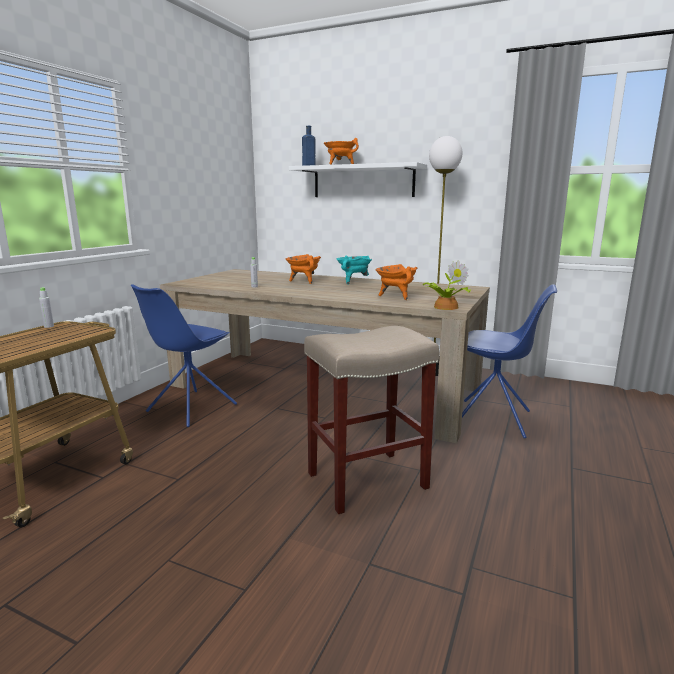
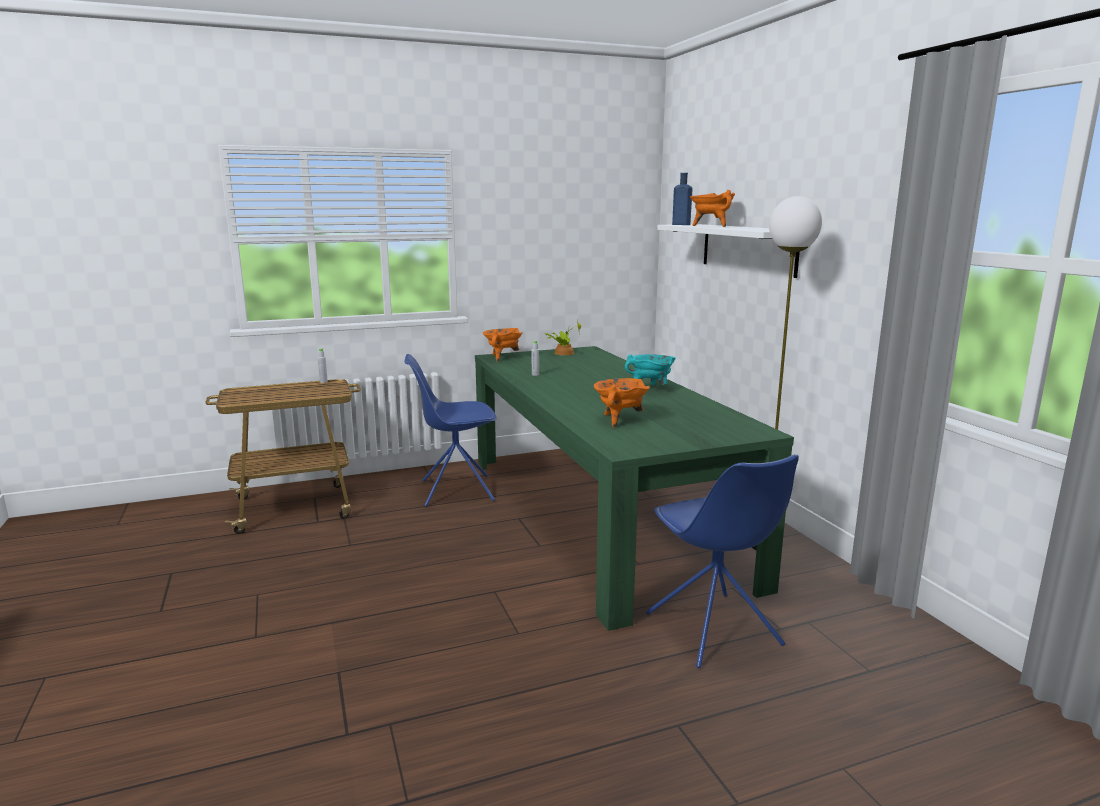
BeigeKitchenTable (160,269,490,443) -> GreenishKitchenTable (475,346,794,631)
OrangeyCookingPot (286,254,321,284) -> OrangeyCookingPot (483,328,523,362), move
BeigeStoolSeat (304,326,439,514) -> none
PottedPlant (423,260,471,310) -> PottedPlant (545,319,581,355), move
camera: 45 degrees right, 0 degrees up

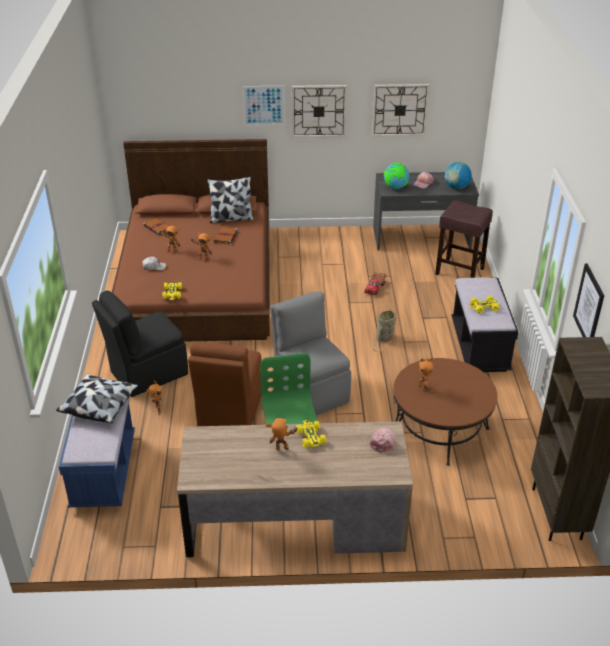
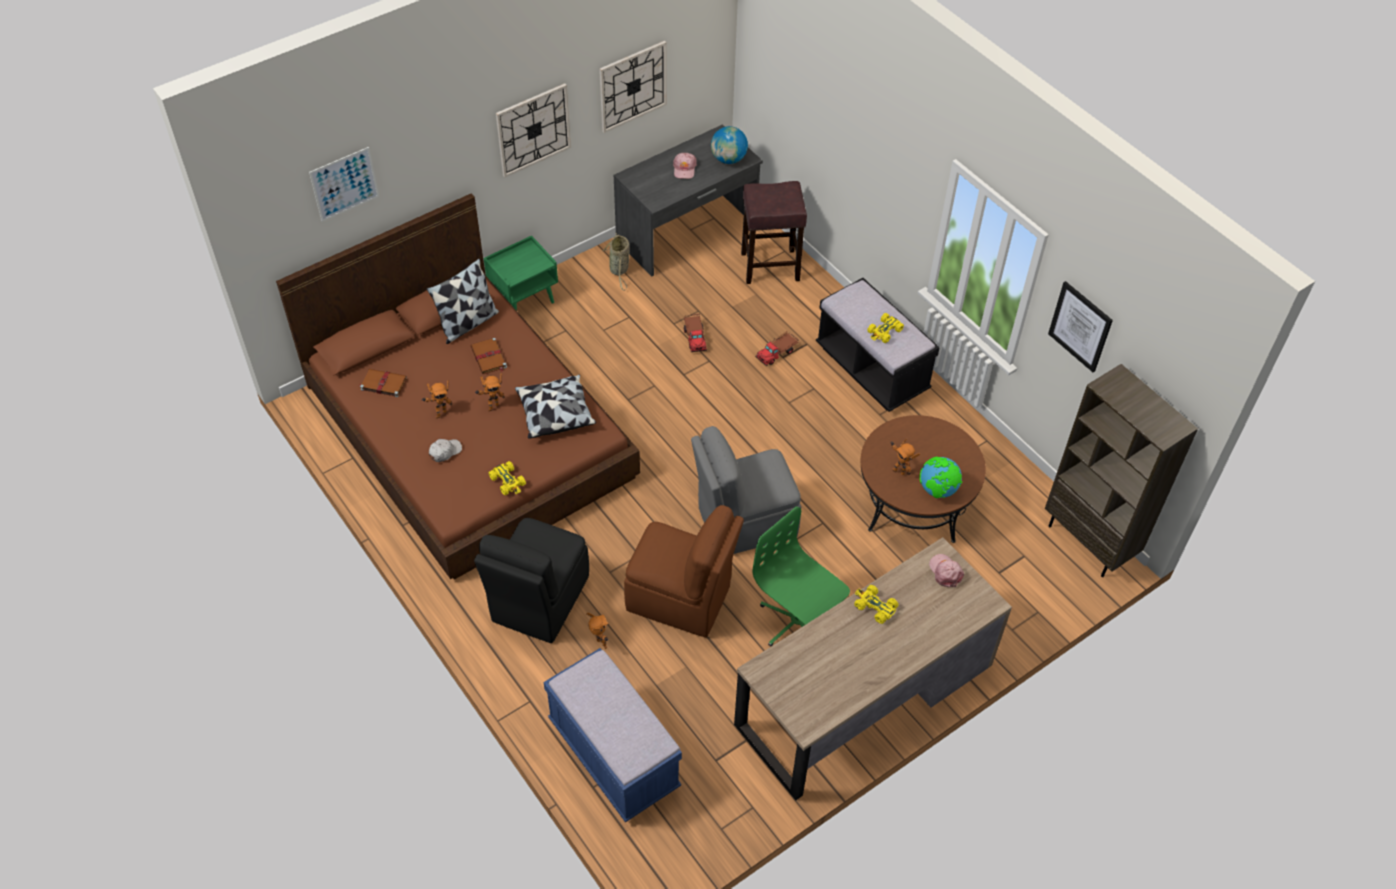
ThrowPillow (56,373,138,423) -> ThrowPillow (515,374,596,439), move
BrownColouredPlainChair (188,342,262,426) -> BrownColouredPlainChair (624,505,744,638), 45 degrees counterclockwise
WallPicture (242,86,285,125) -> WallPicture (309,147,379,221), move
ModelRobot (266,418,298,451) -> none
GreyPlainChair (270,291,351,415) -> GreyPlainChair (691,426,801,554), 45 degrees counterclockwise
Basket (373,308,396,352) -> Basket (603,233,630,290), move
Globe (384,163,409,189) -> Globe (920,457,962,498), move
none -> GreenishBedsideTable (484,235,558,311)
none -> ModelTruck (755,331,799,366)
camera: 35 degrees left, 15 degrees up

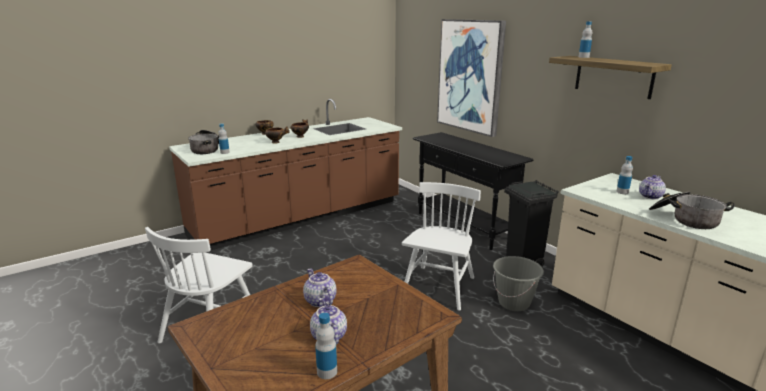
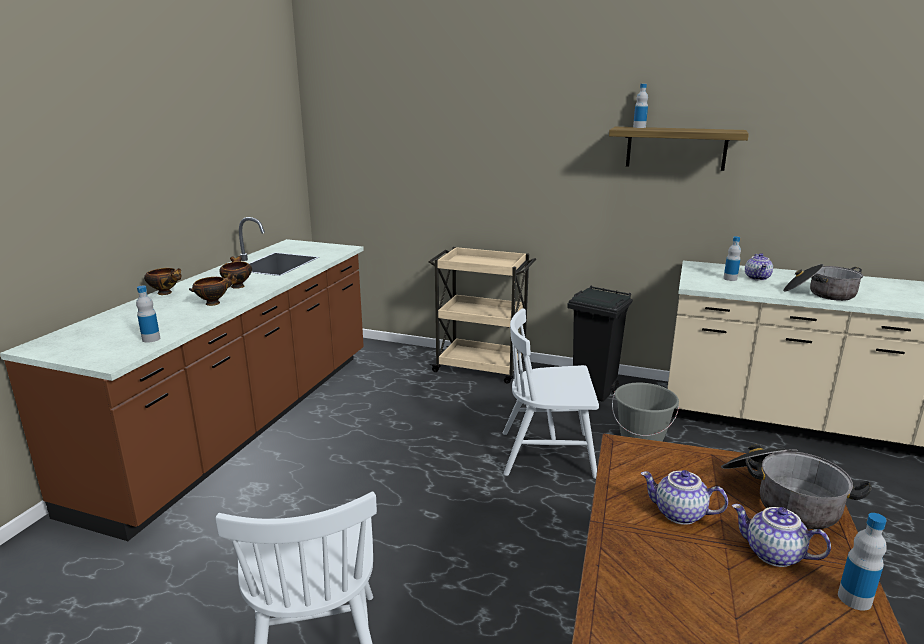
CookingPot (188,130,219,154) -> CookingPot (721,444,872,529), move
WhitishPlainChair (402,182,481,310) -> WhitishPlainChair (503,309,599,479), 75 degrees counterclockwise
BlackConsoleTable (413,132,534,250) -> BeigeCart (429,247,536,384)
WallPicture (437,19,506,137) -> none
camera: 35 degrees left, 0 degrees up

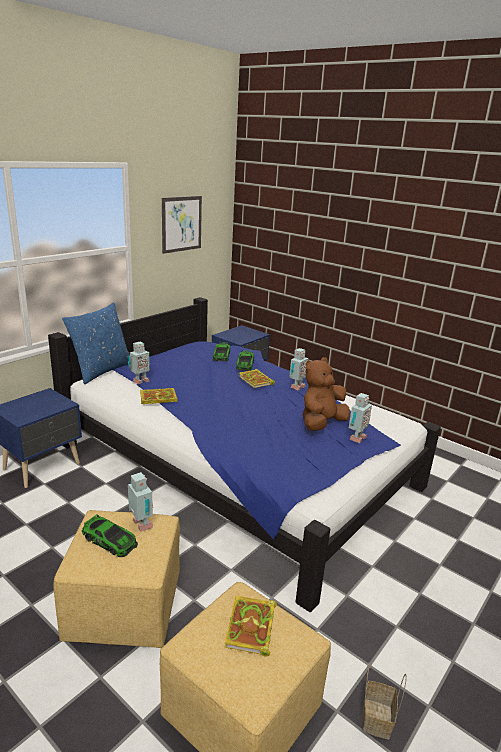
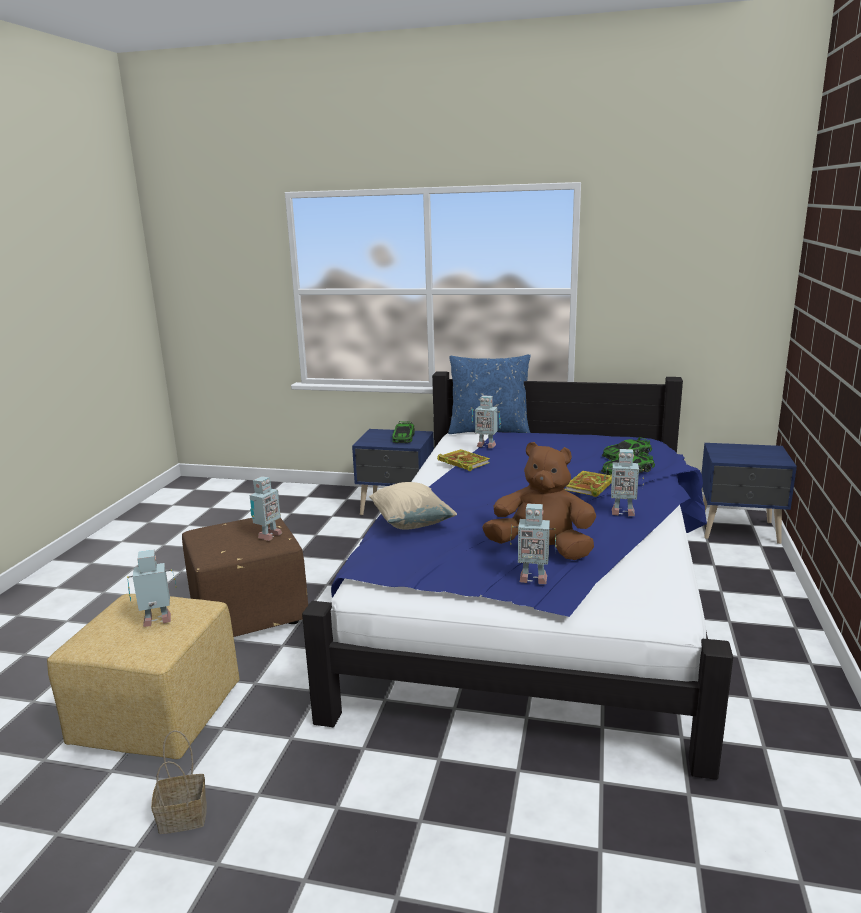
YellowOttoman (53,510,180,648) -> BrownColouredOttoman (182,518,308,637)
ModelCar (82,514,138,557) -> ModelCar (392,421,415,443), move
WallPicture (162,196,202,254) -> none
BoundBook (224,596,277,656) -> ModelRobot (127,550,177,627)
none -> BeigeThrowPillow (369,482,457,530)
camera: 65 degrees right, 5 degrees down

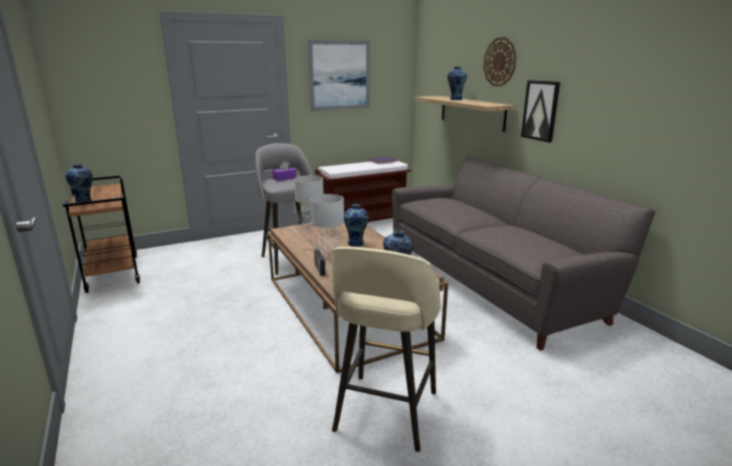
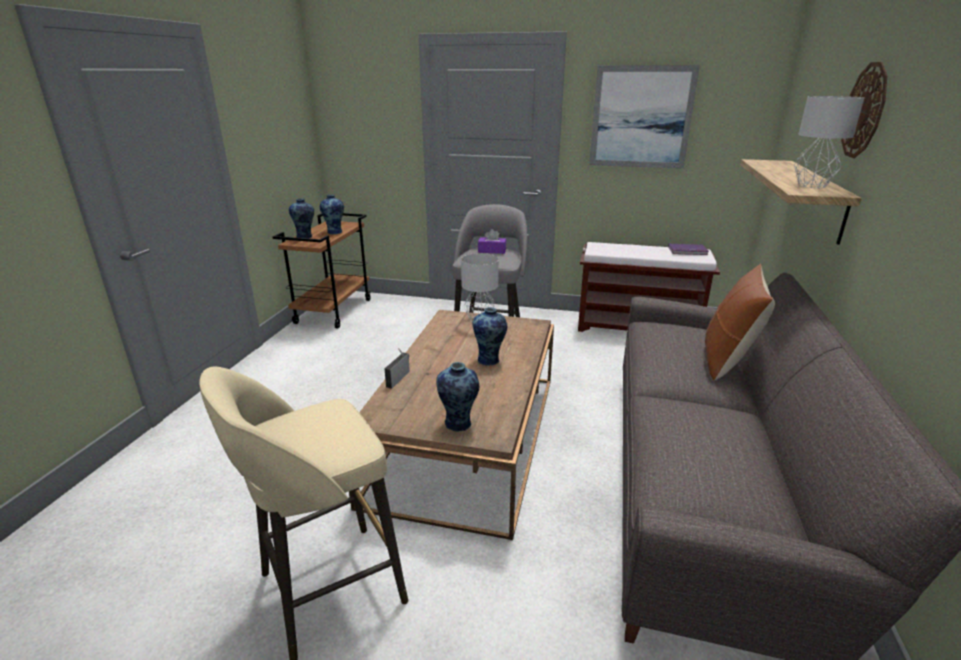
GreyLampForATable (310,194,344,257) -> GreyLampForATable (794,96,864,188), move
Vase (447,67,467,100) -> Vase (320,195,344,234), move
WallPicture (521,80,560,142) -> none
none -> BrownColouredThrowPillow (705,264,775,381)
camera: 40 degrees right, 5 degrees up

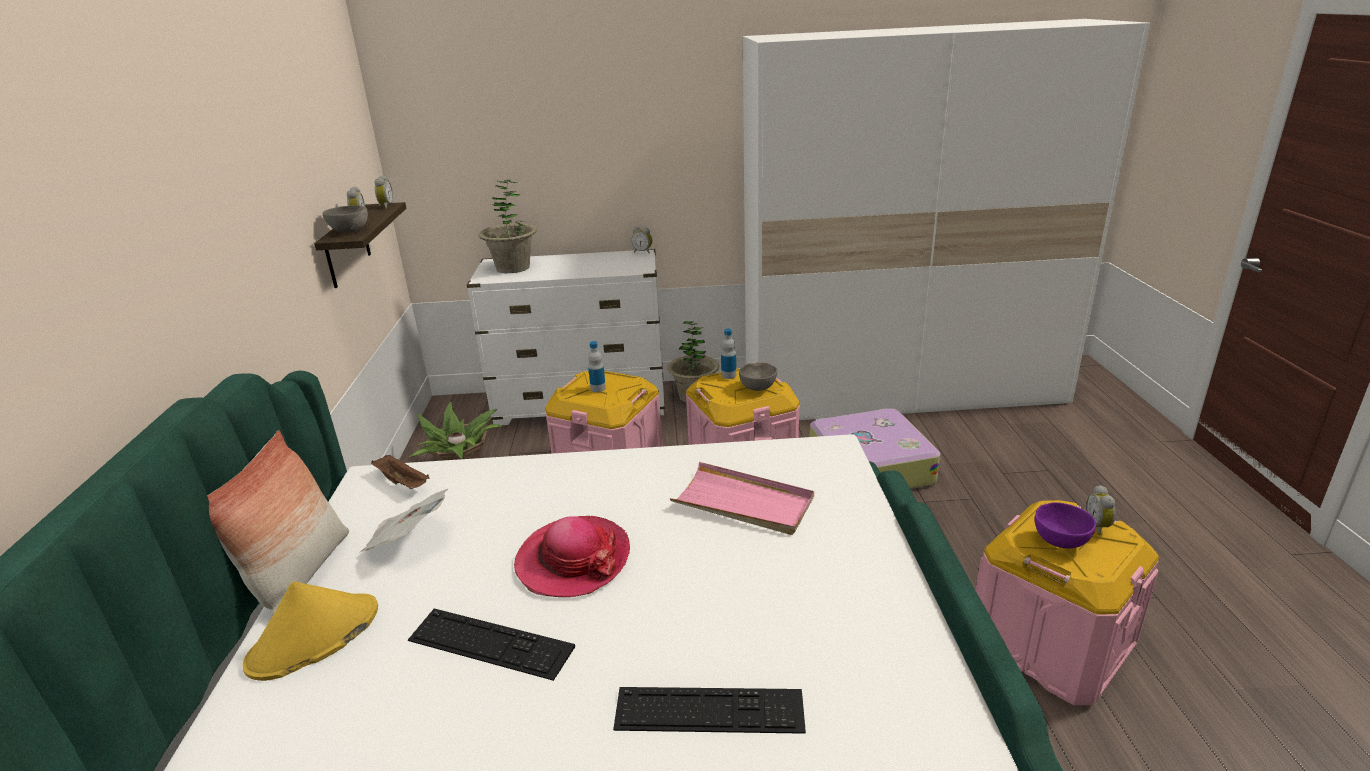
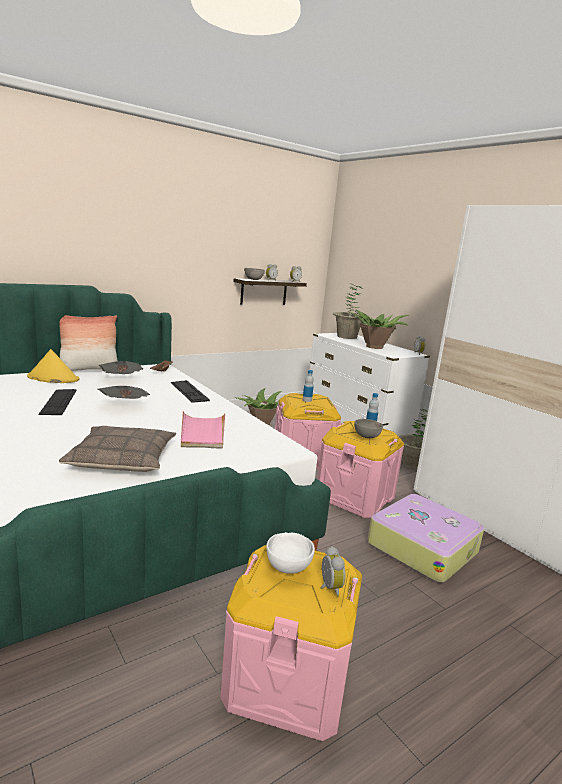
WearableHat (514,516,630,597) -> Newspaper (98,386,150,399)
Keyboard (613,687,806,734) -> Keyboard (171,380,210,403), move
PurpleBowl (1034,502,1096,549) -> WhitishBowl (266,532,315,574)
TableClock (1086,485,1116,535) -> TableClock (320,546,345,597), 105 degrees clockwise
none -> ThrowPillow (59,426,176,472)
none -> PottedPlant (348,309,409,349)
camera: 55 degrees right, 10 degrees down

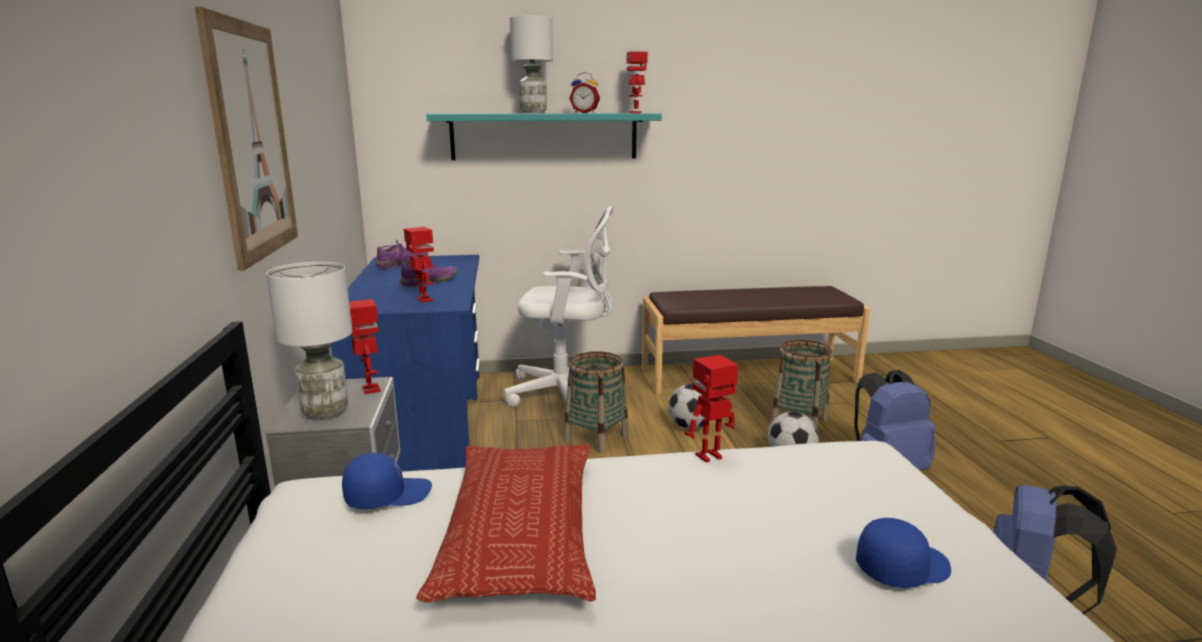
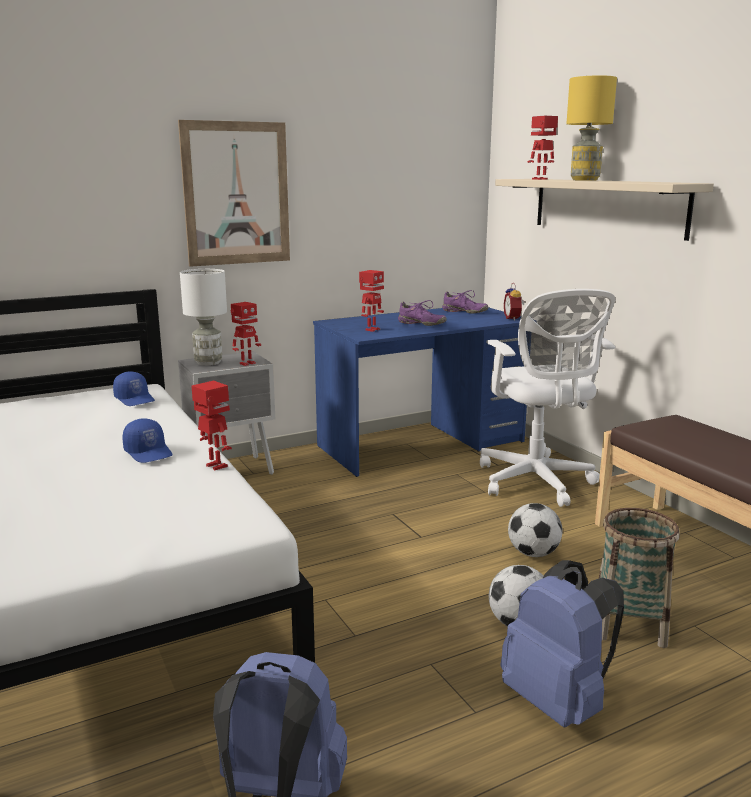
ThrowPillow (416,443,596,602) -> none
TurquoiseShelf (426,113,662,160) -> BeigeShelf (495,179,714,241)
WhitishLampForATable (510,16,553,113) -> YellowLampForATable (566,75,617,181)
Basket (564,351,629,454) -> none
TableClock (569,72,600,113) -> TableClock (504,283,525,321), move
ModelRobot (626,51,648,113) -> ModelRobot (528,116,558,180), move
BlueColouredPeakedCap (856,518,951,588) -> BlueColouredPeakedCap (122,418,173,463), move
camera: 70 degrees right, 0 degrees up

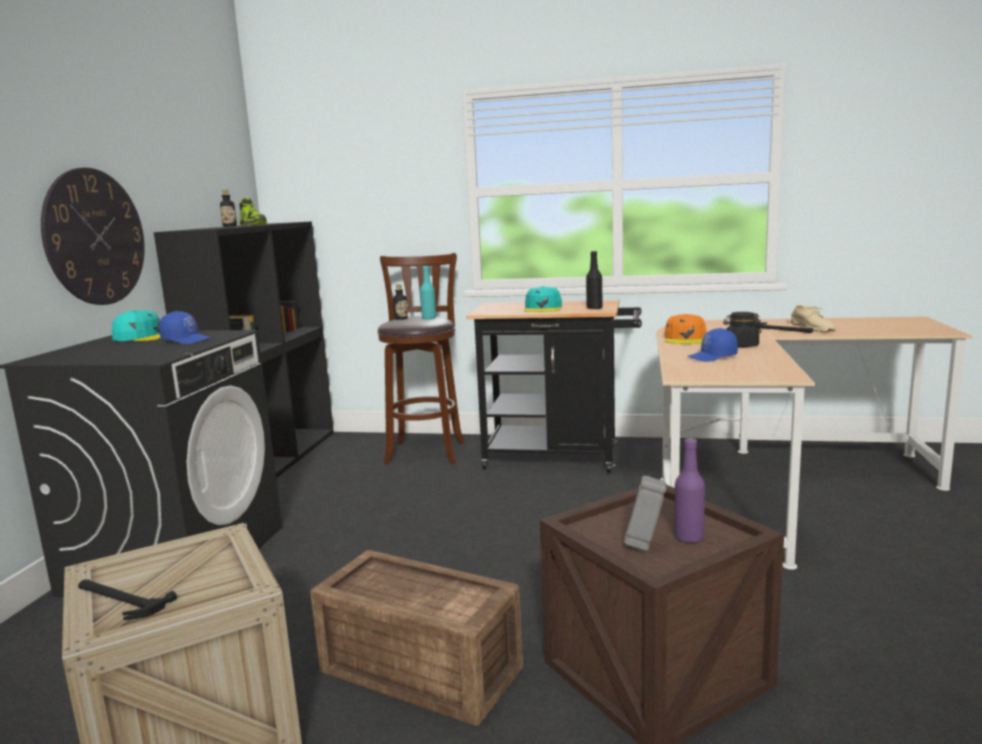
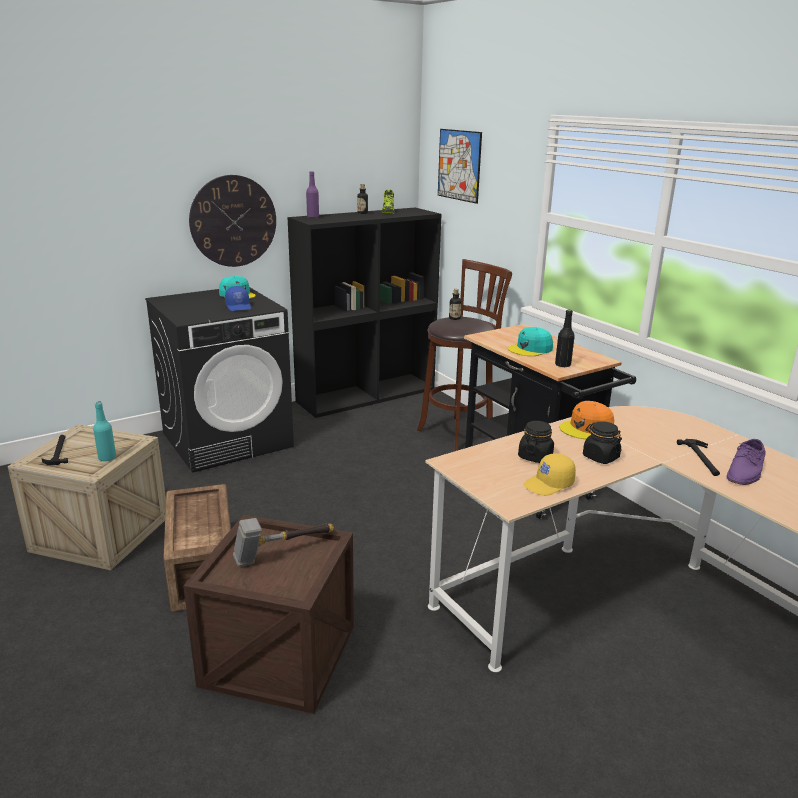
TurquoiseDrinkBottle (420,266,436,319) -> TurquoiseDrinkBottle (93,401,116,462), move
PurpleDrinkBottle (674,438,705,543) -> PurpleDrinkBottle (306,171,319,218), move
BlueColouredPeakedCap (687,328,738,362) -> BlackJar (518,421,554,463)
BeigeShoe (791,305,836,332) -> PurpleShoe (727,439,766,485)
none -> WallPicture (438,129,482,204)
none -> YellowPeakedCap (523,453,576,496)
camera: 45 degrees right, 10 degrees up

